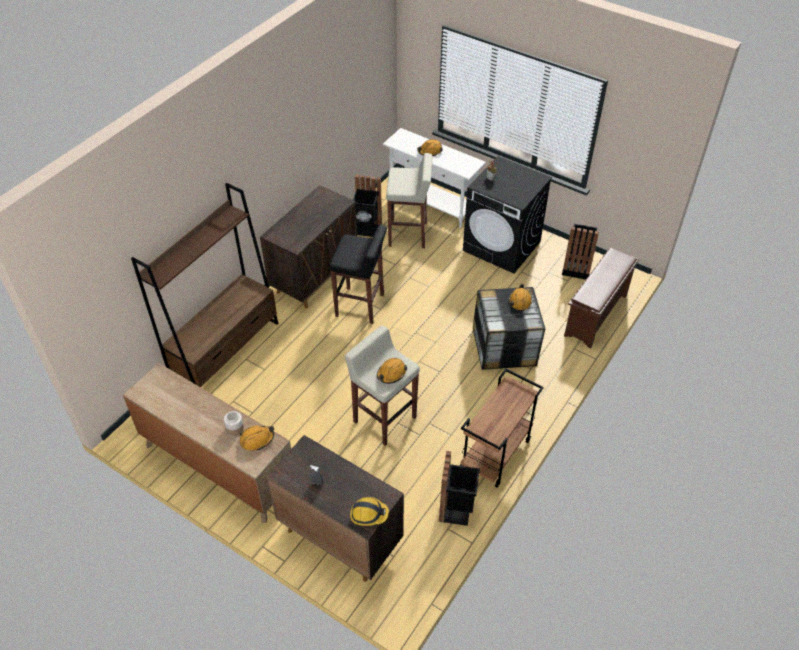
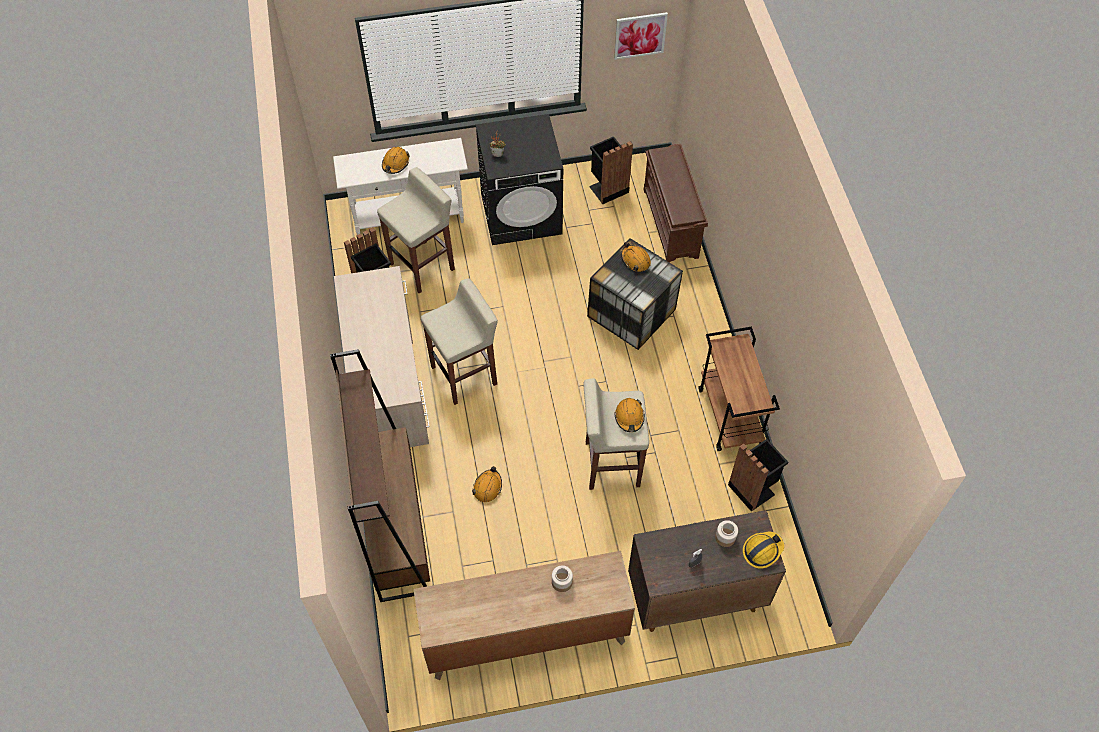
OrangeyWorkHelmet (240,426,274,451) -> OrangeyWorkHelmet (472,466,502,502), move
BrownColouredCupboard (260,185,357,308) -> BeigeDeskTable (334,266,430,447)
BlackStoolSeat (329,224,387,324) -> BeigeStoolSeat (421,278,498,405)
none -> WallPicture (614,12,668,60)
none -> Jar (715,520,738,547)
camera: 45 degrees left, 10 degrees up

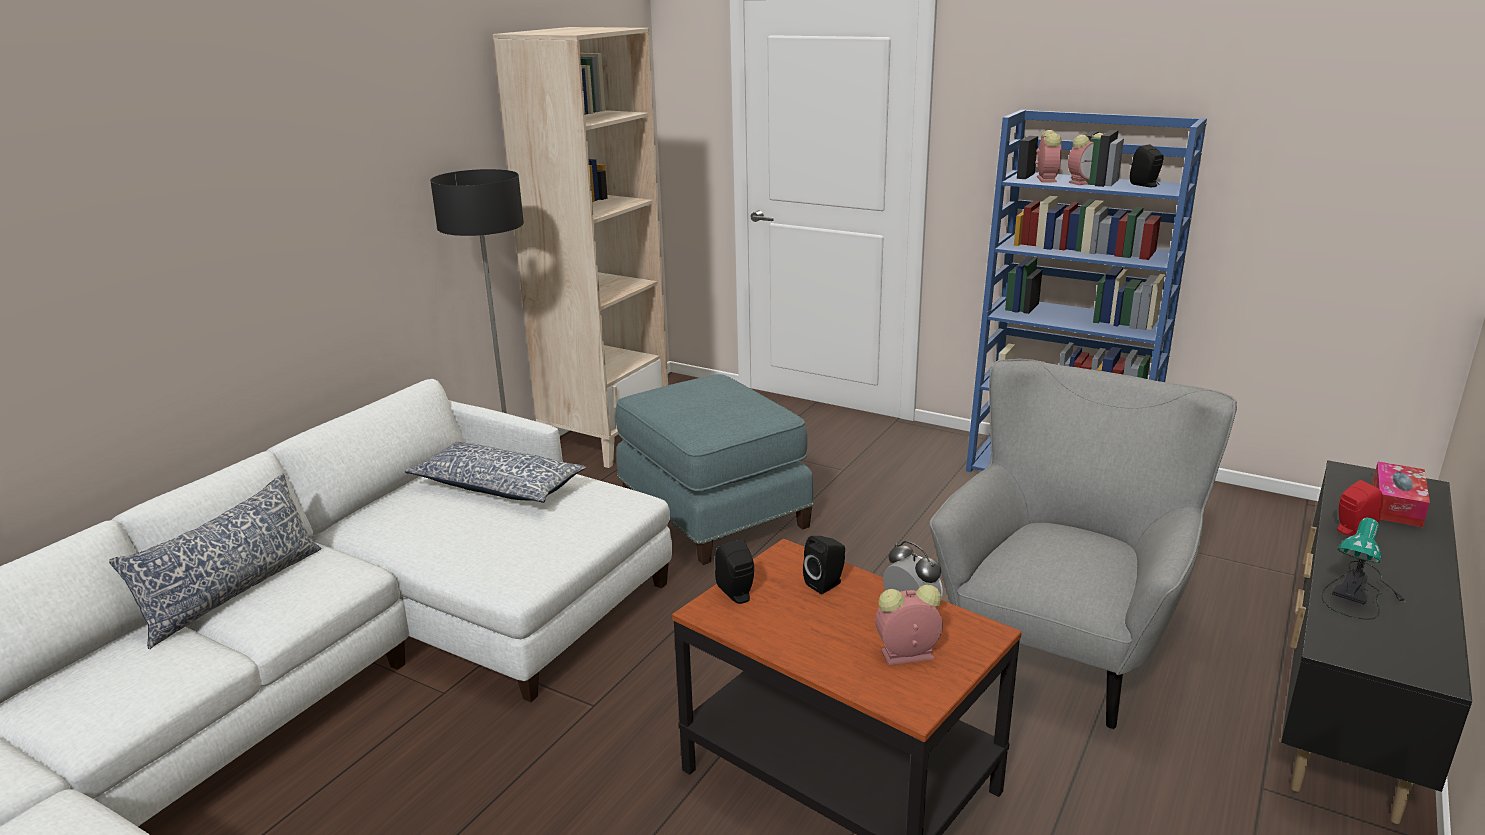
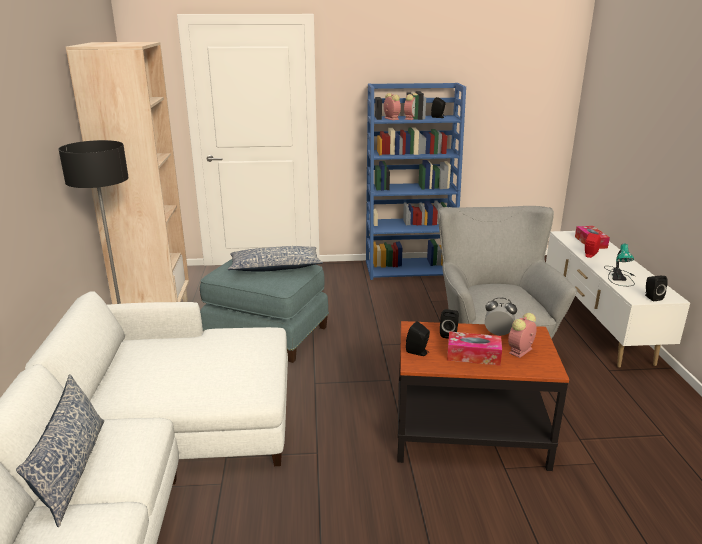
ThrowPillow (405,442,586,503) -> ThrowPillow (228,246,323,271), move
BlackTvStand (1281,460,1472,824) -> WhitishTvStand (546,231,690,368)
none -> BoxOfTissues (447,331,502,366)
none -> BlackAudioSpeaker (645,276,668,301)
camera: 35 degrees left, 0 degrees up

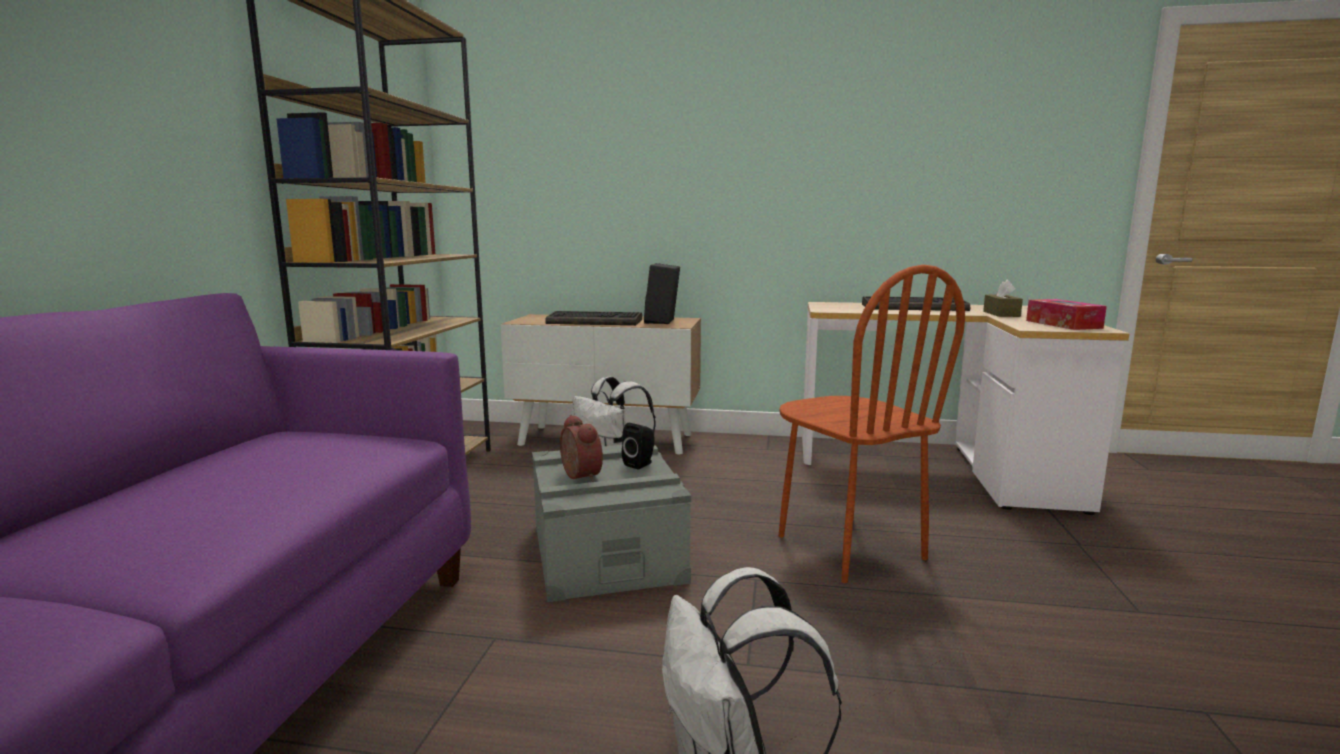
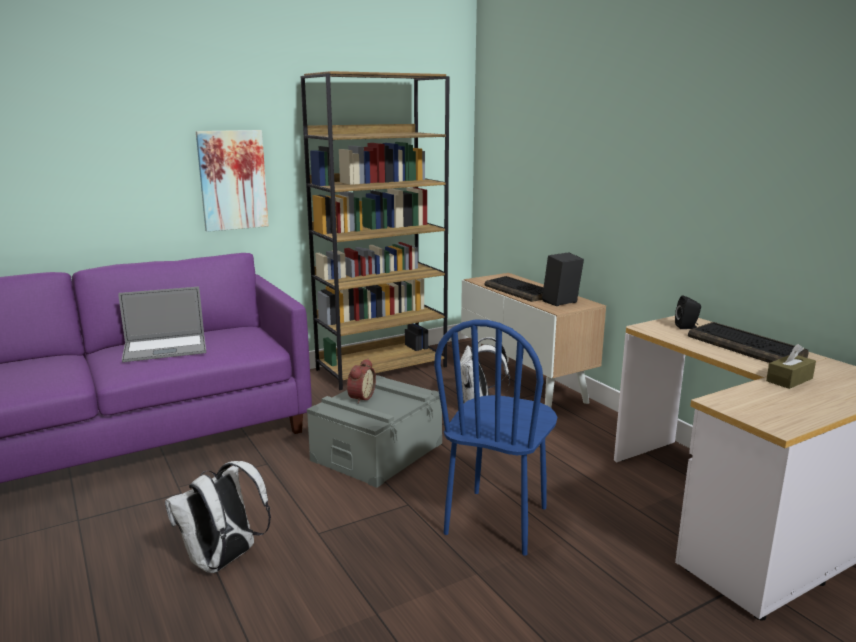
BlackAudioSpeaker (622,423,655,469) -> BlackAudioSpeaker (675,295,701,329), move
BrownColouredPlainChair (779,265,965,583) -> BlueColouredPlainChair (434,320,557,556)
BoxOfTissues (1026,299,1107,330) -> none
none -> Laptop (118,287,206,362)
none -> WallPicture (196,130,269,232)
camera: 50 degrees right, 5 degrees up

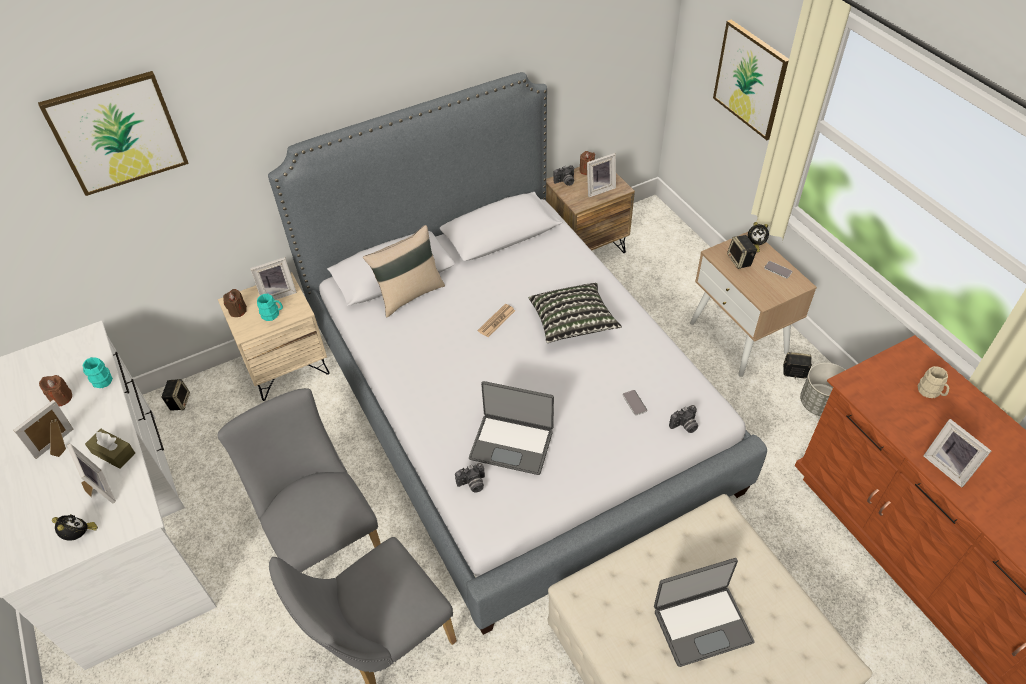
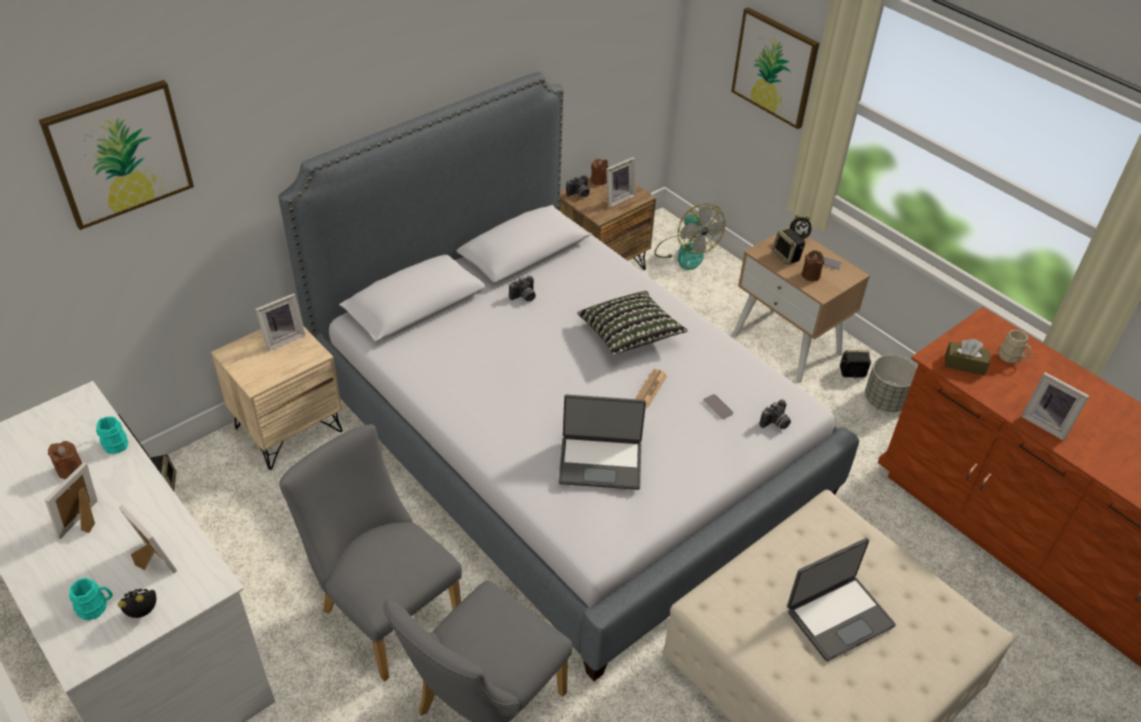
TableClock (52,514,98,541) -> TableClock (118,588,156,618), 45 degrees counterclockwise
BrownColouredBoxOfTissues (85,429,135,469) -> BrownColouredBoxOfTissues (945,339,990,375), move
BrownColouredWaxCandle (223,289,247,317) -> BrownColouredWaxCandle (802,250,824,281), move
TurquoiseMug (257,294,283,321) -> TurquoiseMug (69,578,113,621), move
BeigeThrowPillow (363,225,445,317) -> none
StillCamera (455,463,485,493) -> StillCamera (509,276,536,302), move
Newspaper (478,304,515,337) -> Newspaper (635,369,667,408), move
none -> ElectricFan (654,203,725,270)
camera: 15 degrees left, 5 degrees down

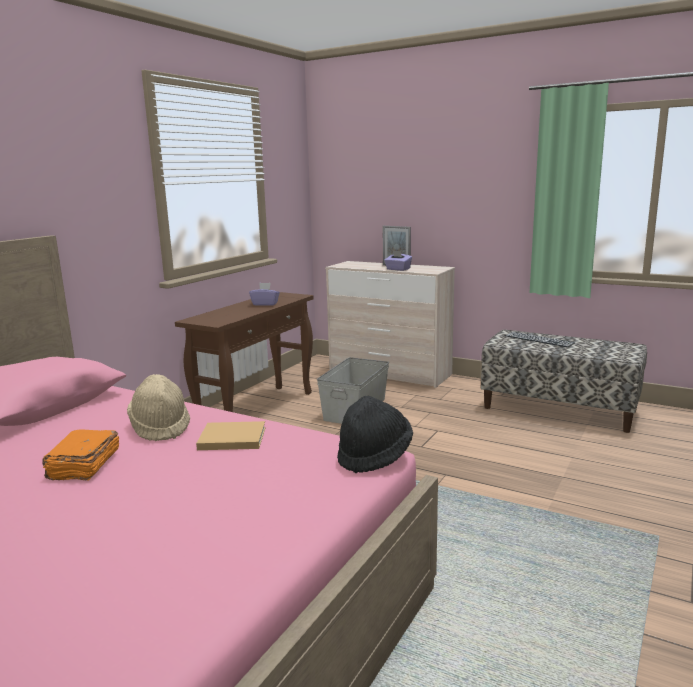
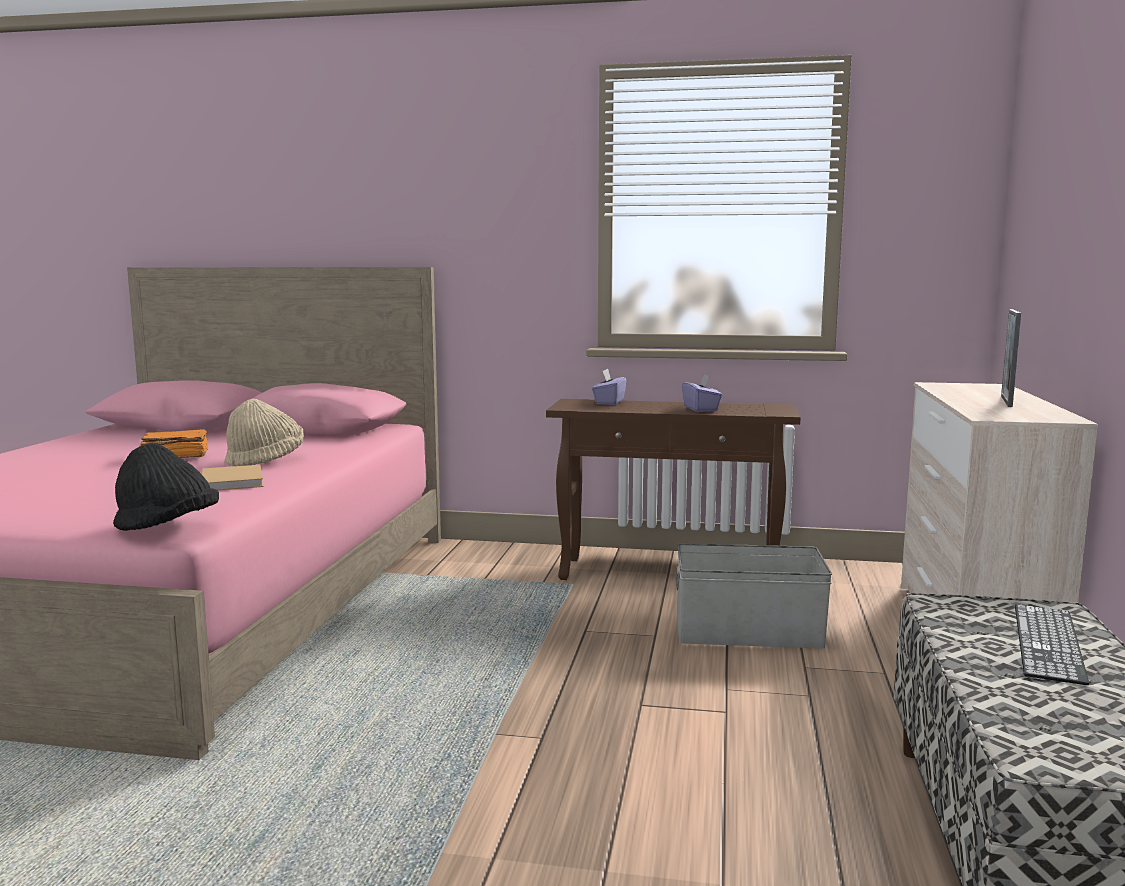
PurpleBoxOfTissues (384,250,412,271) -> PurpleBoxOfTissues (592,369,626,405), move
camera: 70 degrees right, 5 degrees down

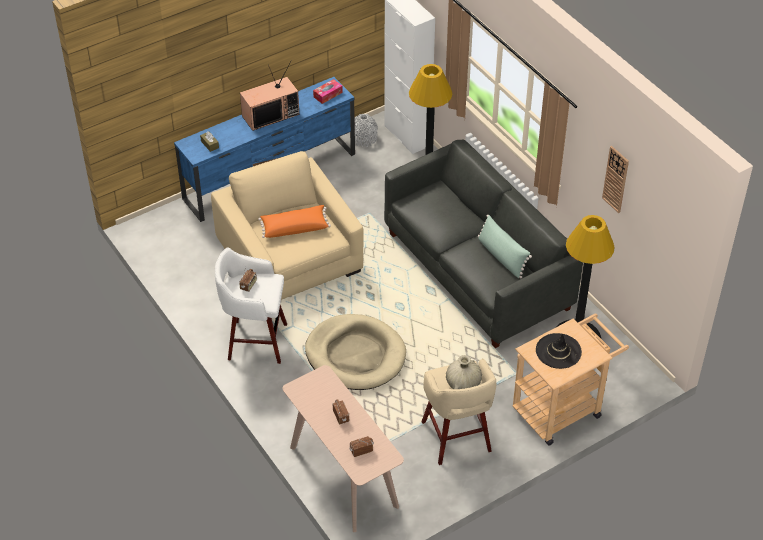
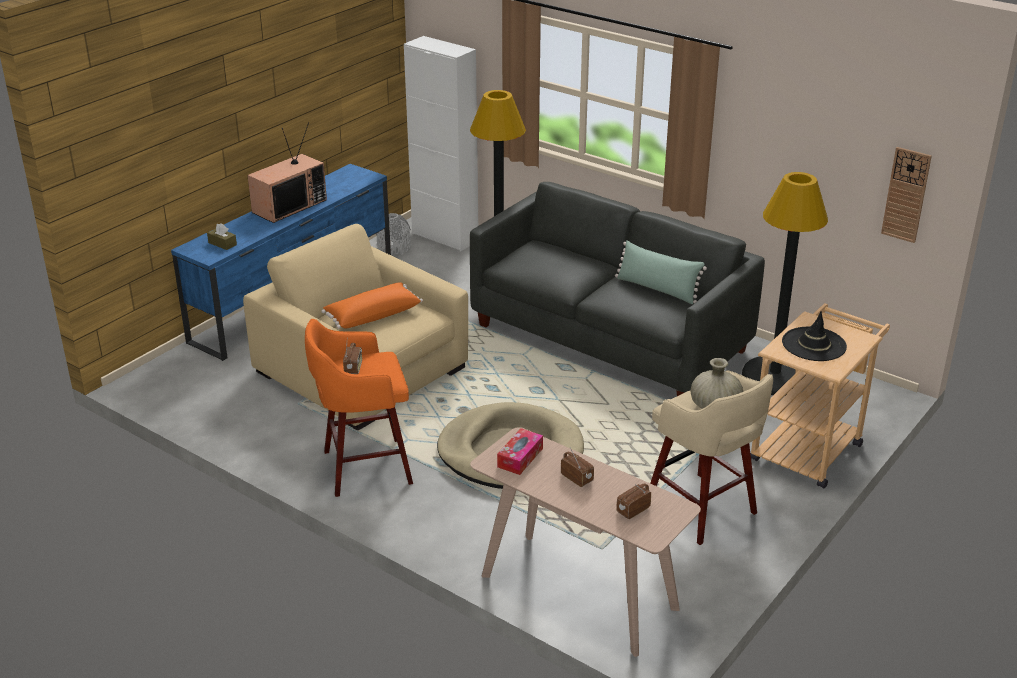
WhitishStoolSeat (215,248,287,364) -> OrangeyStoolSeat (305,319,413,497)
BoxOfTissues (313,79,343,104) -> BoxOfTissues (497,428,543,475), move
WallClock (602,146,629,213) -> WallClock (881,147,932,243), move
camera: 20 degrees left, 15 degrees down

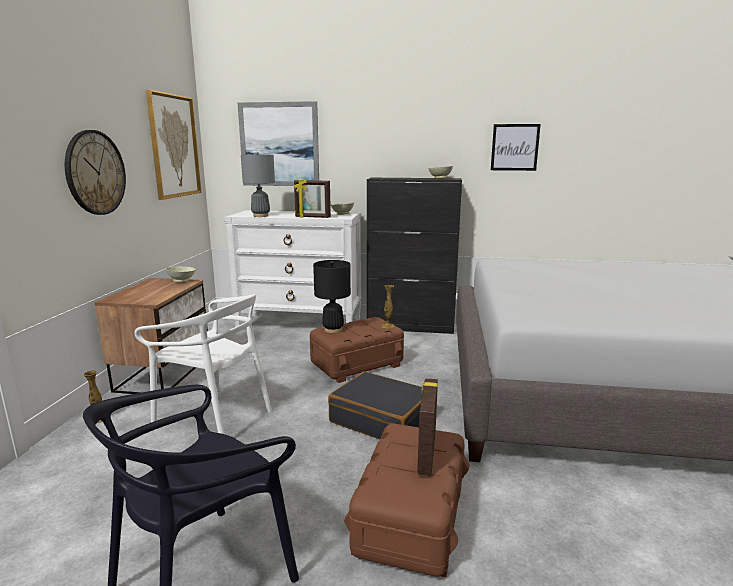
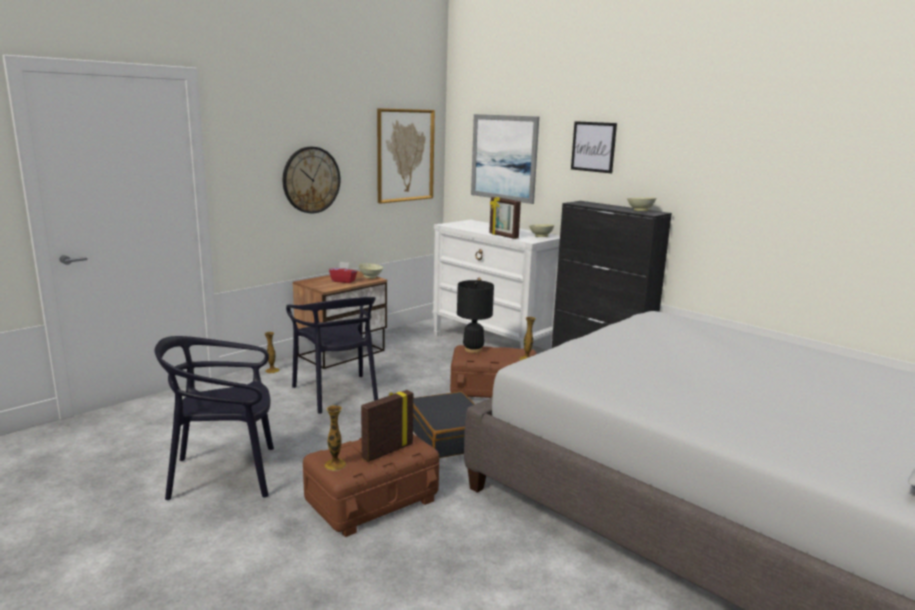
WhitishPlainChair (134,294,272,434) -> BlackPlainChair (286,297,378,414)
GreyLampForATable (241,152,275,217) -> none
WallPicture (491,124,541,171) -> WallPicture (571,121,617,173), move
none -> Vase (324,405,347,471)
none -> ReddishBoxOfTissues (329,262,357,283)
camera: 35 degrees right, 0 degrees up

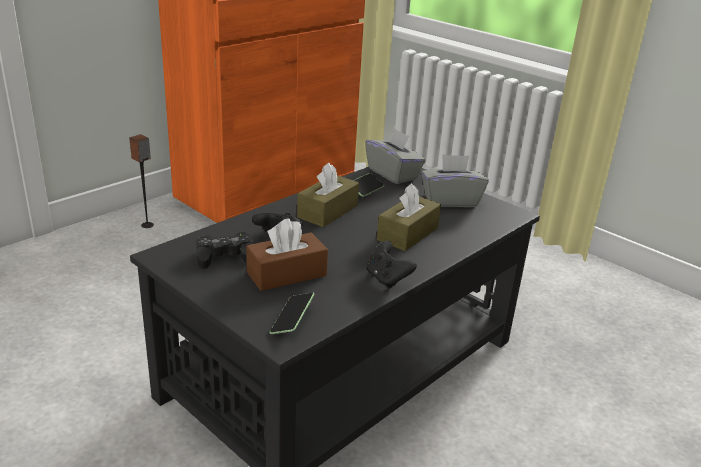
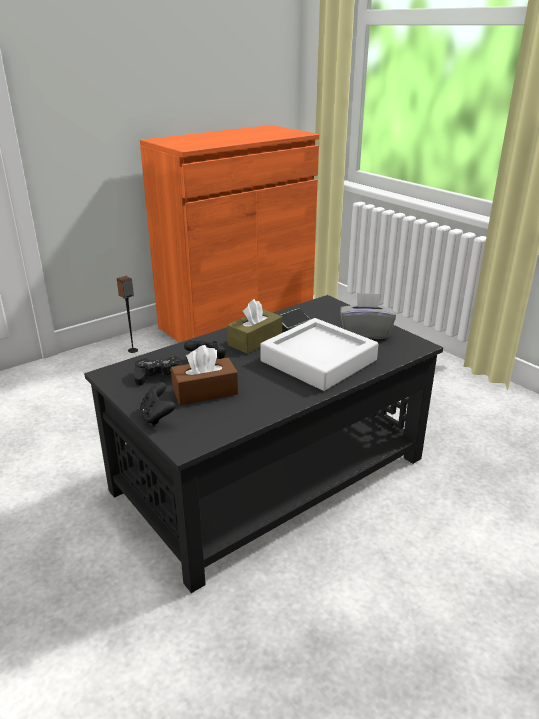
Telephone (270,292,314,334) -> none
GreyBoxOfTissues (365,129,426,184) -> none
BlackJoypad (367,241,417,289) -> BlackJoypad (140,382,176,426), move
BrownColouredBoxOfTissues (377,183,441,251) -> GreyTray (260,318,378,391)
camera: 10 degrees right, 0 degrees up

